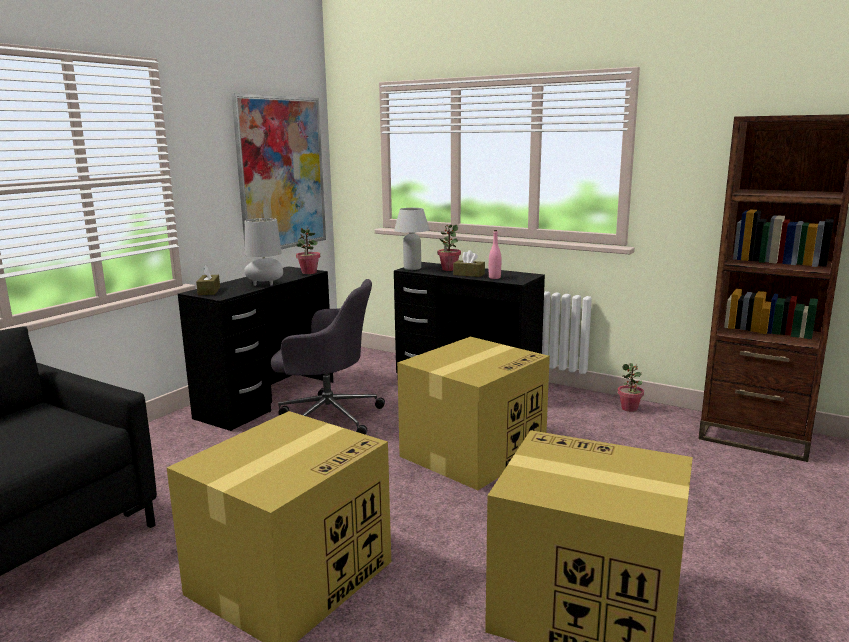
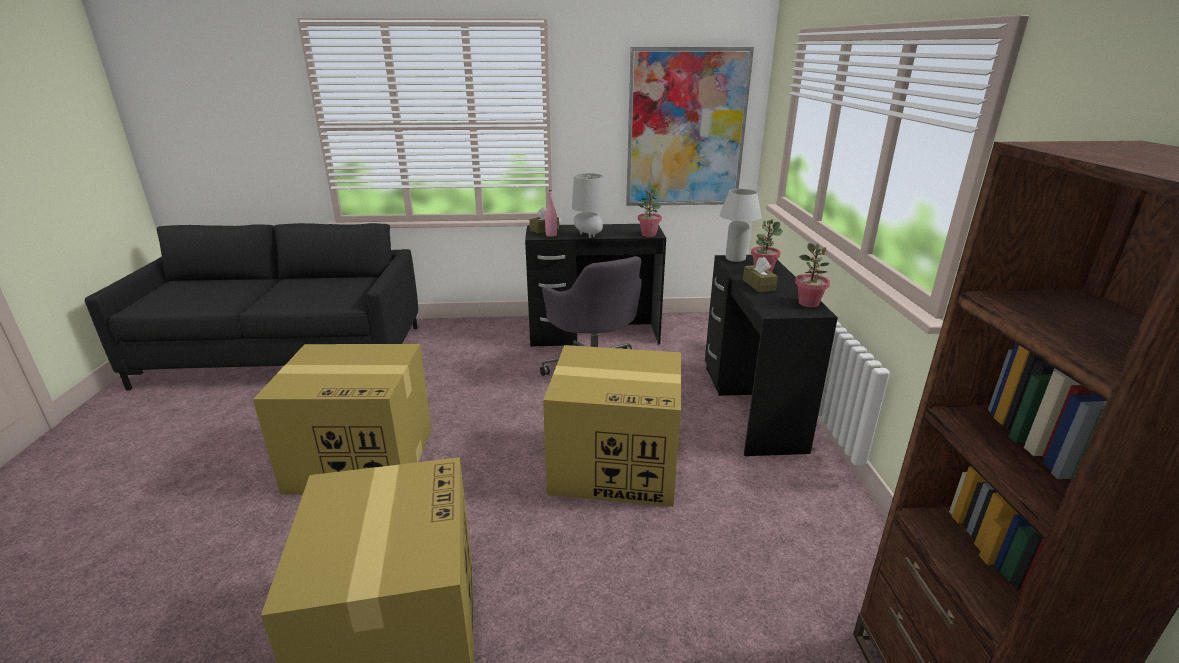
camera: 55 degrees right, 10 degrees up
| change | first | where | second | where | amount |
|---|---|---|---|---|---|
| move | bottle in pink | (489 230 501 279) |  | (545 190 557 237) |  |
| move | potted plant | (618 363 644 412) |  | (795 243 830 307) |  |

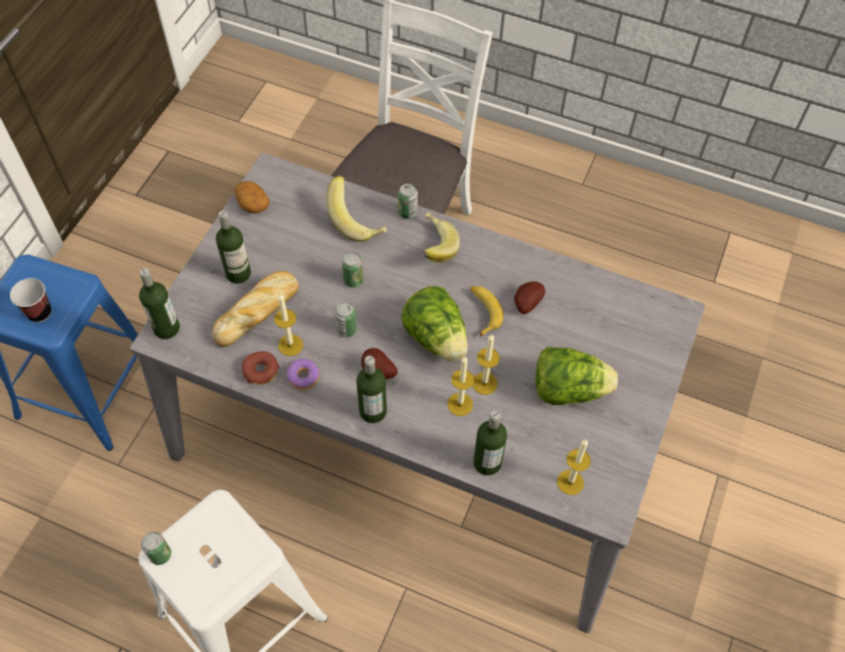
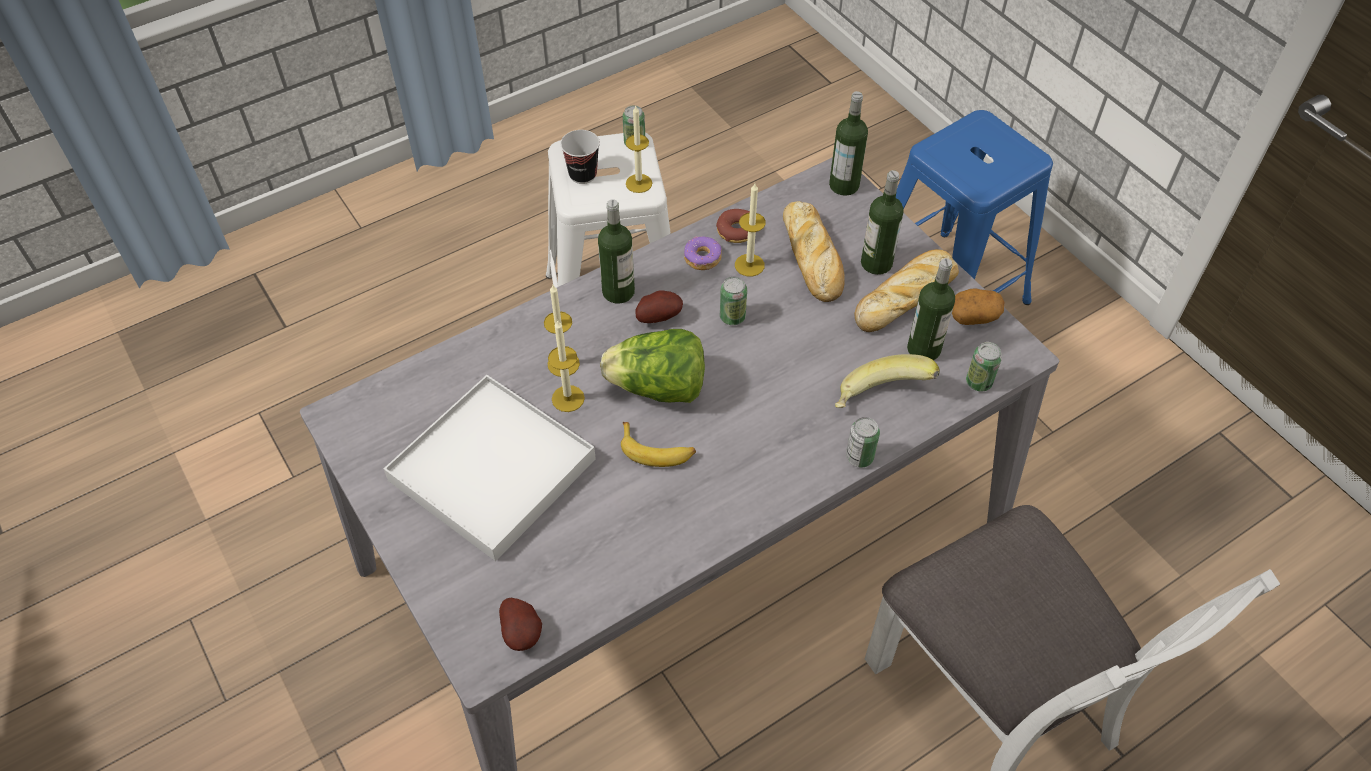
camera: 125 degrees right, 5 degrees down
| change | first | where | second | where | amount |
|---|---|---|---|---|---|
| delete | banana | (423 212 460 262) |  |  |  |
| insert |  |  | bread | (855 249 959 332) |  |
| move | cup | (10 278 51 322) |  | (560 130 600 184) |  |
| move | can | (342 252 363 288) |  | (966 342 1002 391) |  |
| move | bottle | (473 411 507 475) |  | (907 258 955 360) |  |
| move | potato | (514 281 545 314) |  | (499 598 542 651) |  |
| move | candle | (557 440 591 495) |  | (625 106 652 193) |  |
| replace | lettuce | (536 347 618 405) | tray in white | (384 375 596 561) |  |

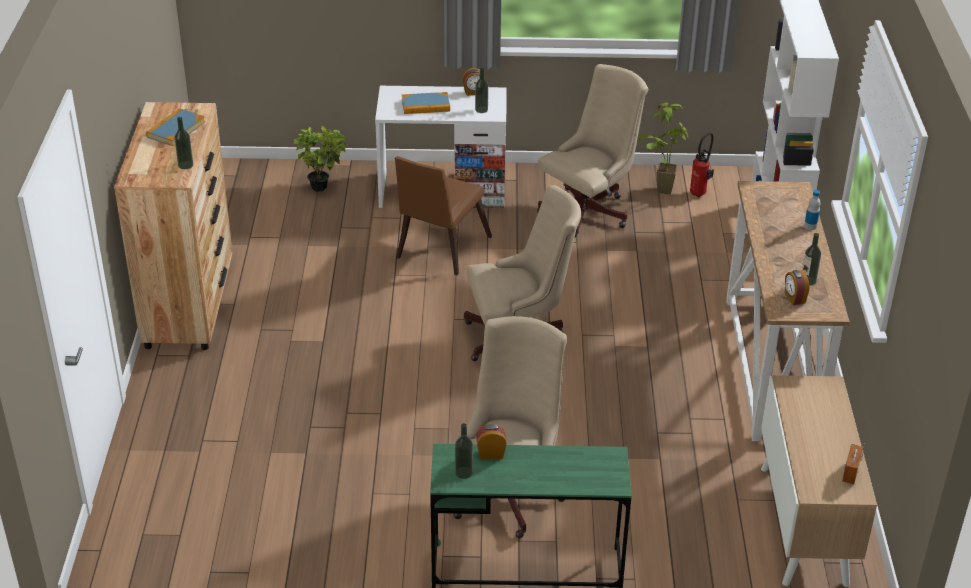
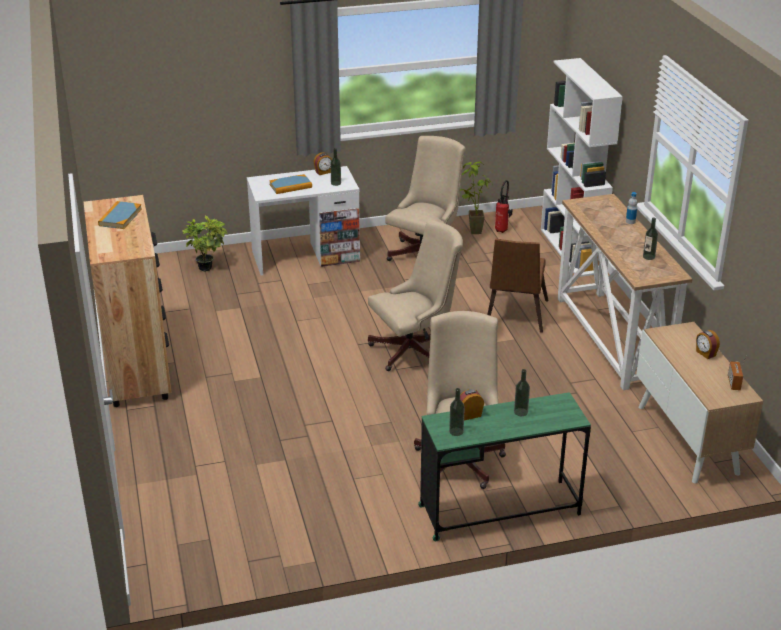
camera: 15 degrees left, 5 degrees down
| change | first | where | second | where | amount |
|---|---|---|---|---|---|
| move | bottle | (174 117 193 169) |  | (514 369 530 416) |  |
| move | chair in brown | (395 156 492 275) |  | (487 239 548 333) |  |
| move | alarm clock | (785 270 809 305) |  | (696 330 720 359) |  |

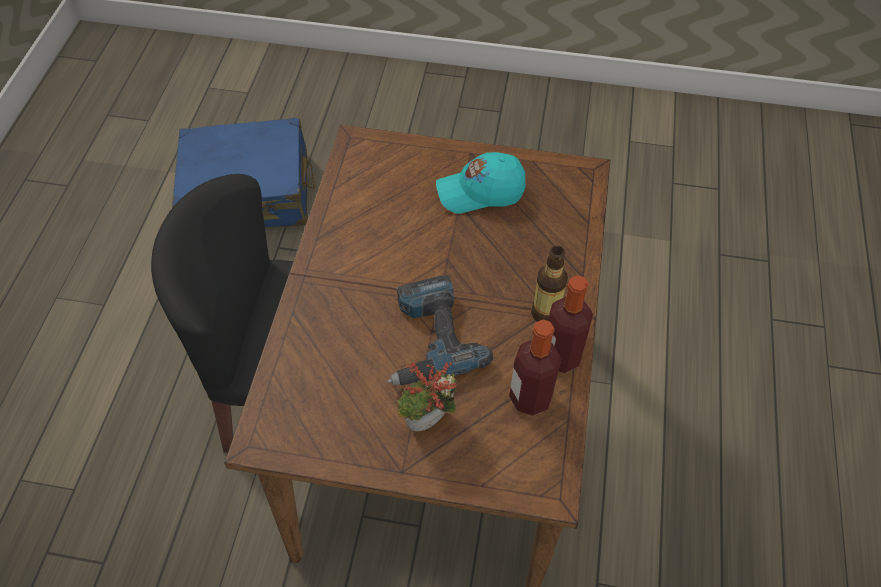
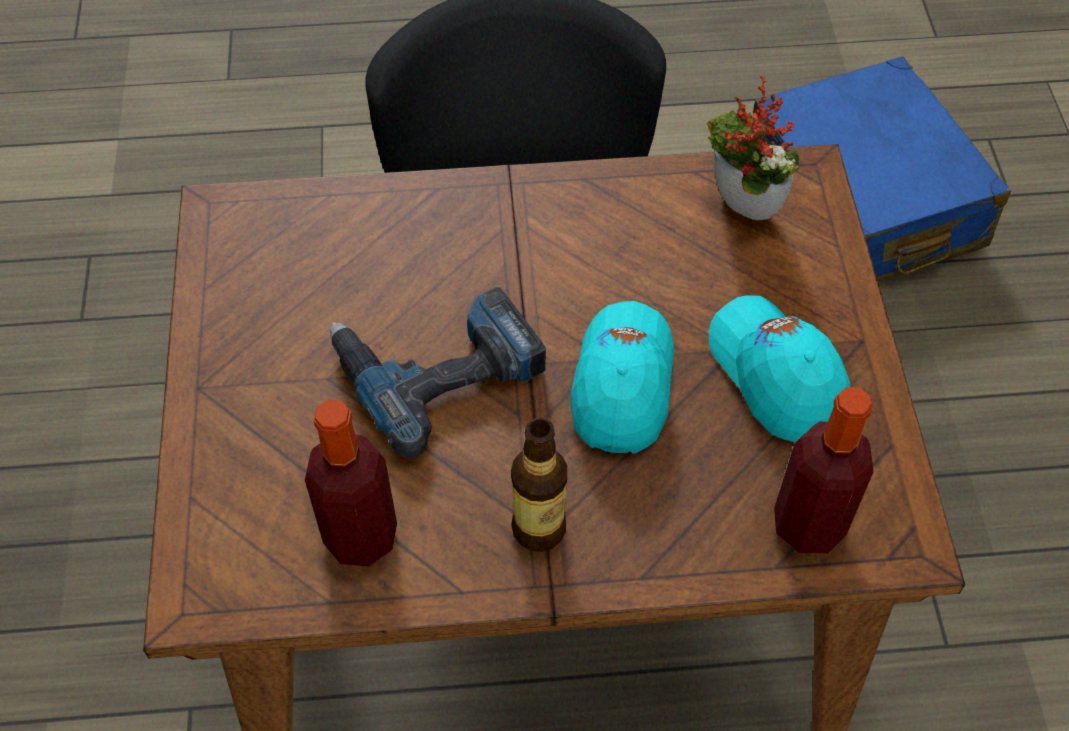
camera: 75 degrees right, 0 degrees up
| change | first | where | second | where | amount |
|---|---|---|---|---|---|
| insert |  |  | cap in turquoise | (570 301 674 454) |  |
| move | potted plant | (397 362 457 432) |  | (707 75 800 220) |  |
| move | bottle | (548 275 593 373) |  | (774 387 874 554) |  |

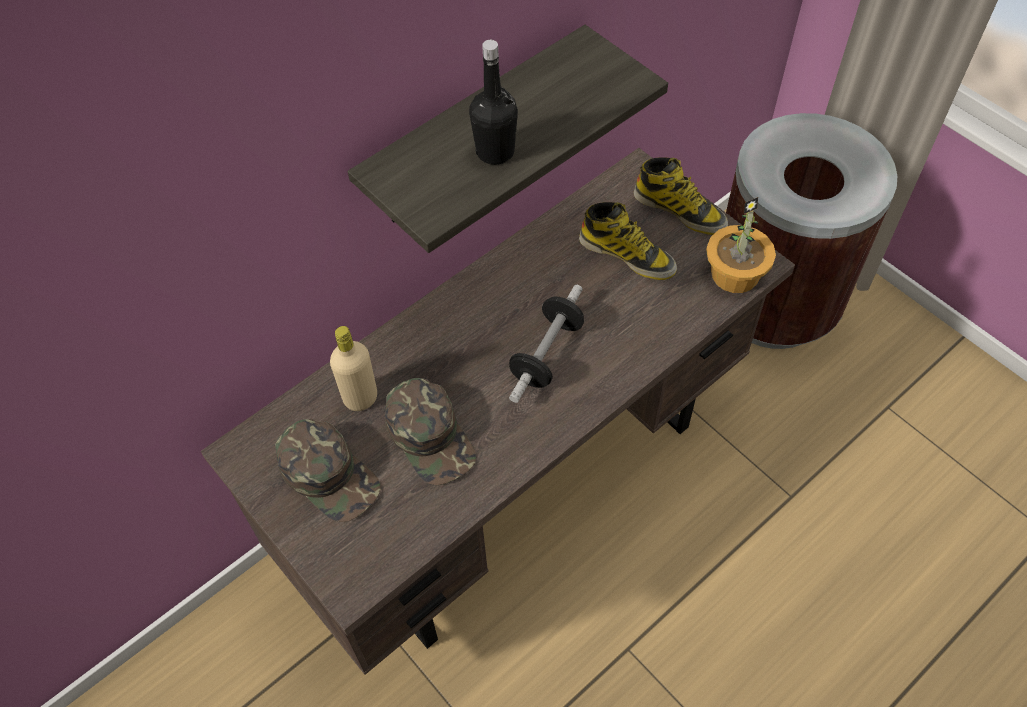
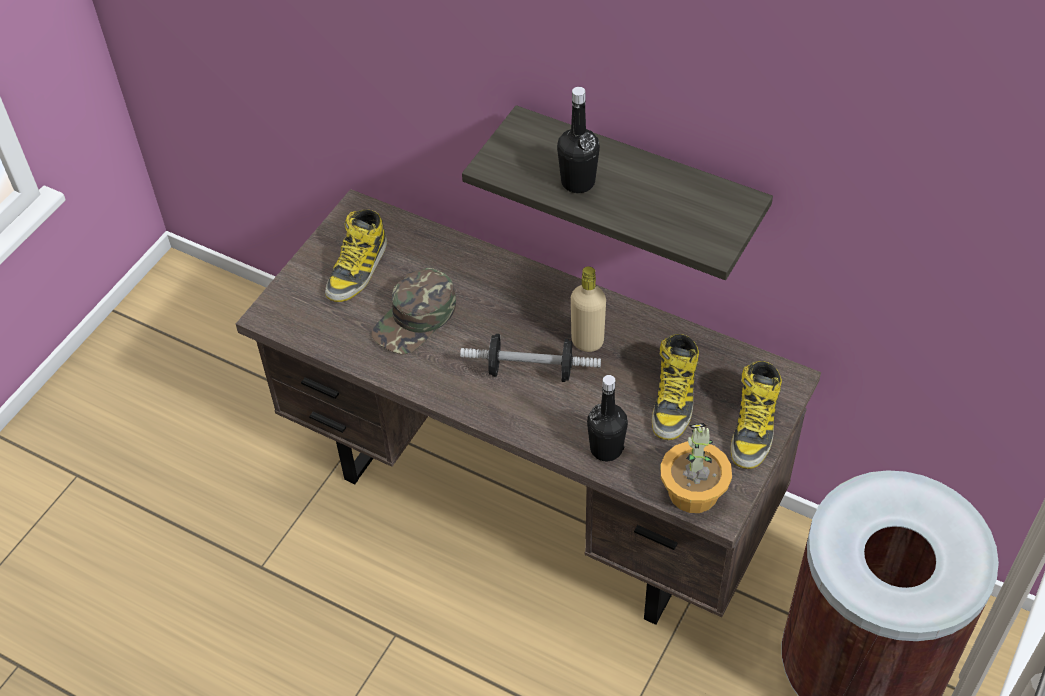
camera: 70 degrees right, 5 degrees down
| change | first | where | second | where | amount |
|---|---|---|---|---|---|
| insert |  |  | bottle in black | (587 375 628 462) |  |
| move | bottle in beige | (330 326 377 411) |  | (571 266 606 352) |  |
| replace | cap in green | (275 419 381 522) | boot | (325 209 388 302) |  |

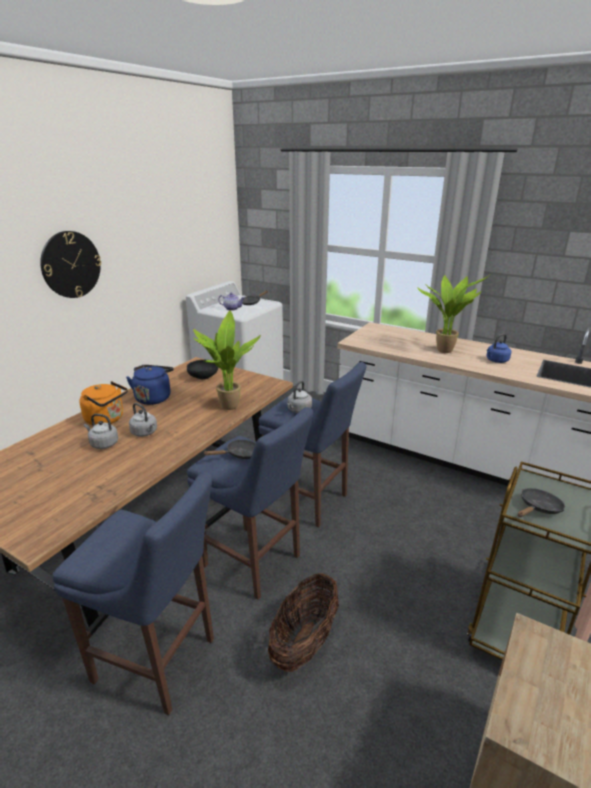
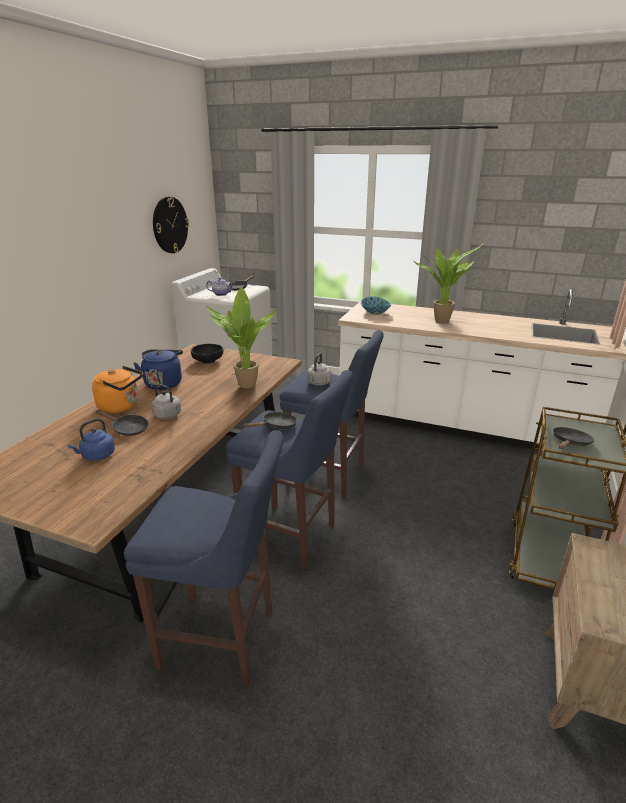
camera: 10 degrees left, 0 degrees up
| change | first | where | second | where | amount |
|---|---|---|---|---|---|
| delete | basket | (268 573 339 672) |  |  |  |
| insert |  |  | bowl | (361 296 392 315) |  |
| move | wall clock | (40 231 101 298) |  | (153 197 189 253) |  |
| move | kettle in blue | (486 334 511 363) |  | (68 418 115 461) |  |
| replace | kettle in grey | (84 414 118 449) | frying pan in black | (95 410 148 436) |  |

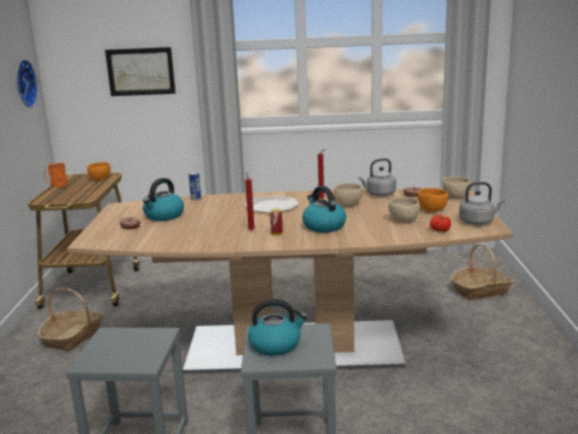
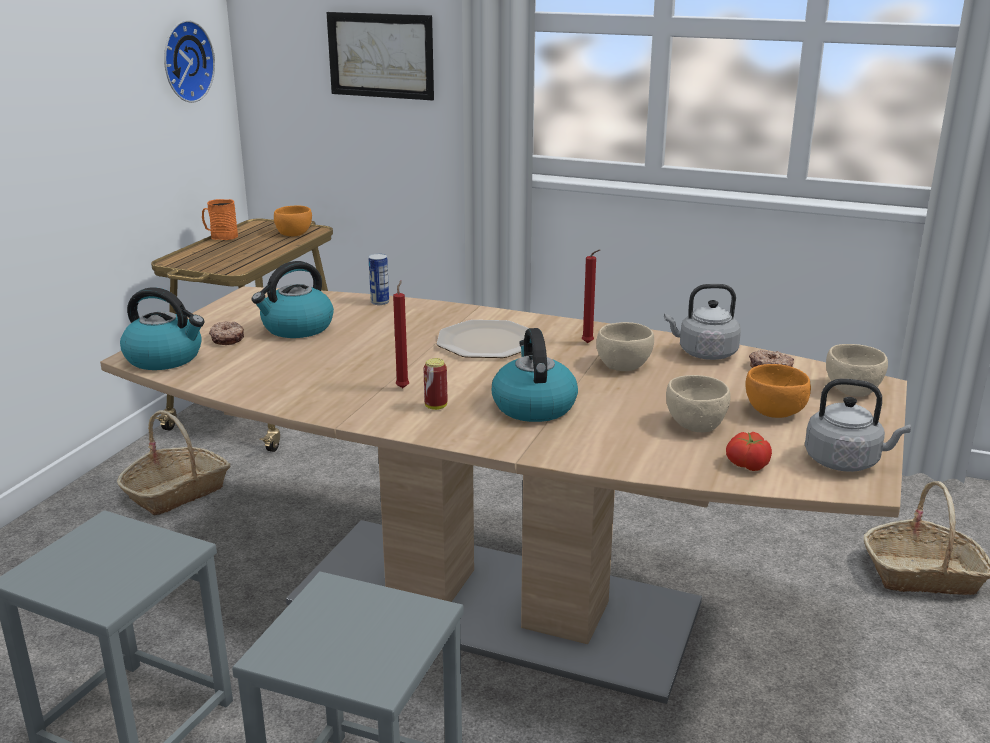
camera: 20 degrees right, 5 degrees up
| change | first | where | second | where | amount |
|---|---|---|---|---|---|
| move | kettle | (248 299 308 356) |  | (120 287 205 370) |  |

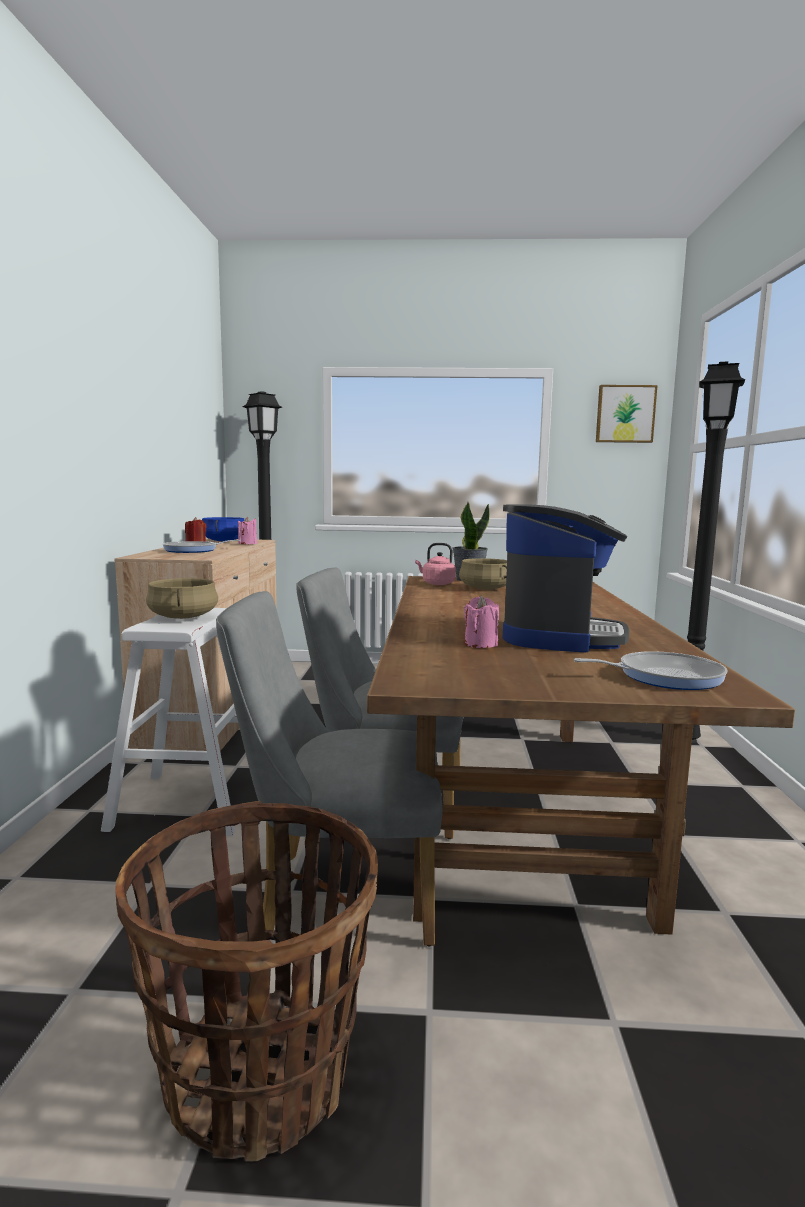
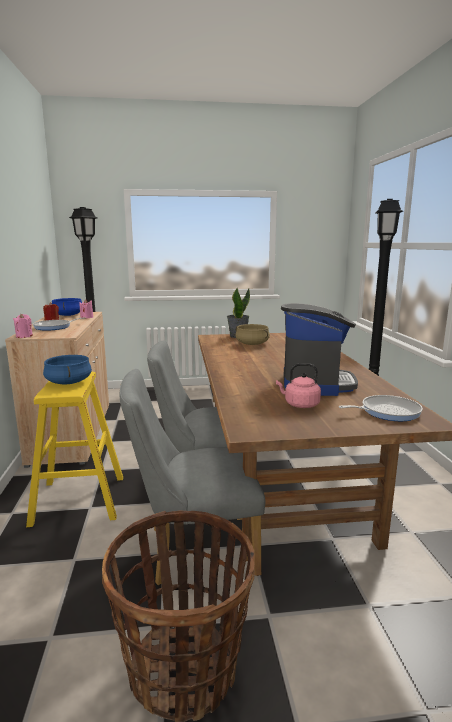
camera: 10 degrees left, 5 degrees up
| change | first | where | second | where | amount |
|---|---|---|---|---|---|
| delete | picture | (596 385 658 443) |  |  |  |
| move | kettle in pink | (415 543 456 585) |  | (276 363 321 408) |  |
| move | candle in pink | (464 595 499 648) |  | (13 314 33 338) |  |
| recolor | stool in white | (101 608 238 836) | stool in yellow | (26 372 123 527) |  |
| recolor | cooking pot in beige | (146 578 218 619) | cooking pot in blue | (43 355 92 384) |  |

